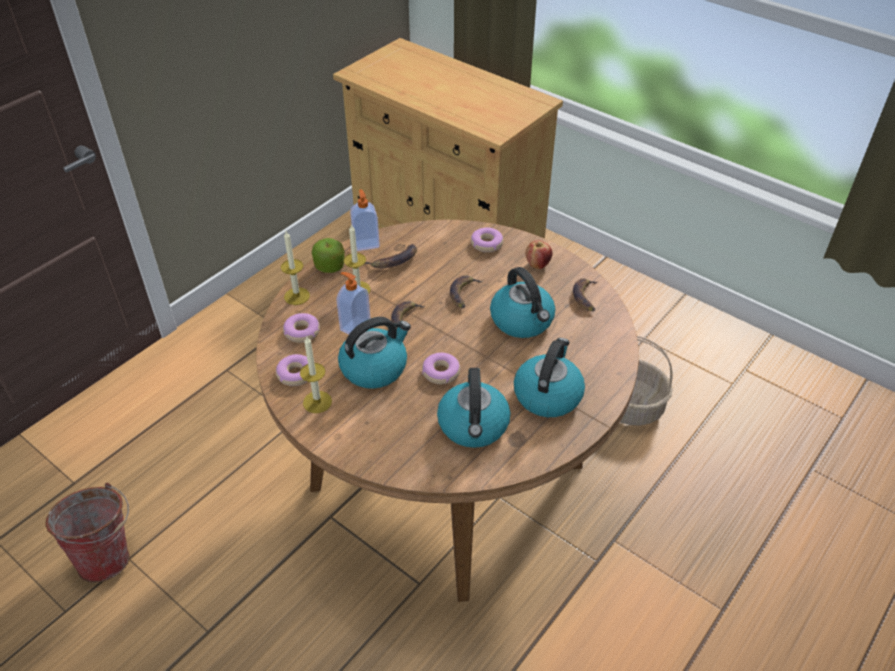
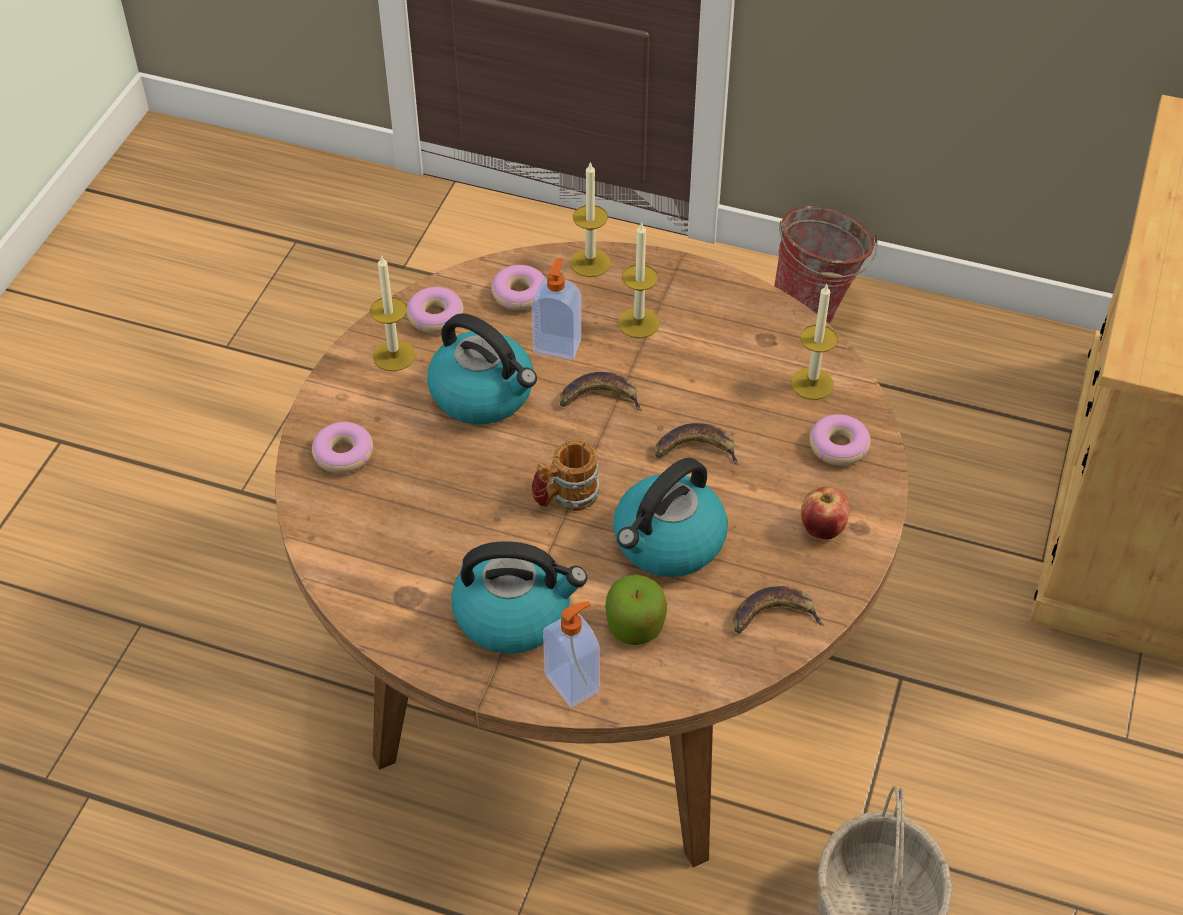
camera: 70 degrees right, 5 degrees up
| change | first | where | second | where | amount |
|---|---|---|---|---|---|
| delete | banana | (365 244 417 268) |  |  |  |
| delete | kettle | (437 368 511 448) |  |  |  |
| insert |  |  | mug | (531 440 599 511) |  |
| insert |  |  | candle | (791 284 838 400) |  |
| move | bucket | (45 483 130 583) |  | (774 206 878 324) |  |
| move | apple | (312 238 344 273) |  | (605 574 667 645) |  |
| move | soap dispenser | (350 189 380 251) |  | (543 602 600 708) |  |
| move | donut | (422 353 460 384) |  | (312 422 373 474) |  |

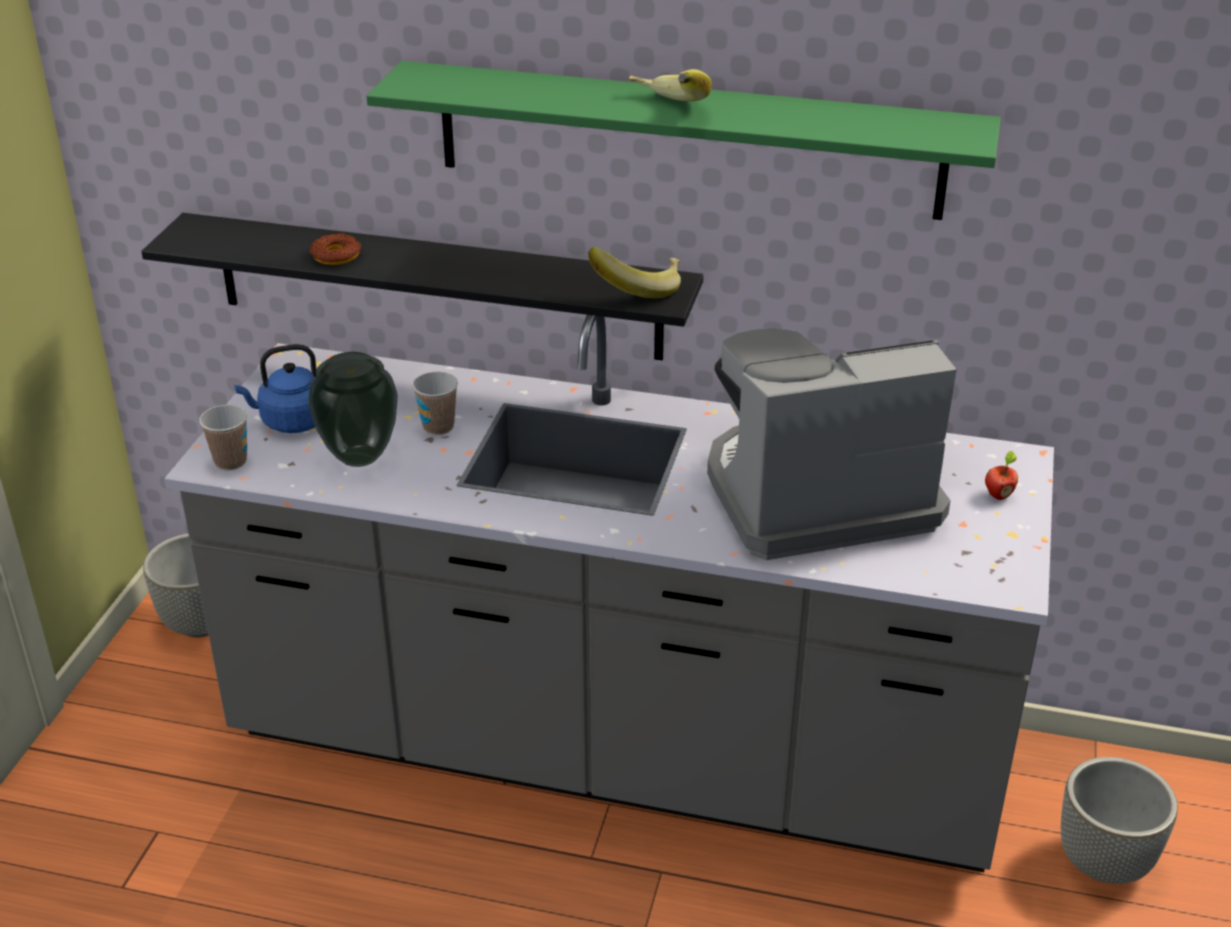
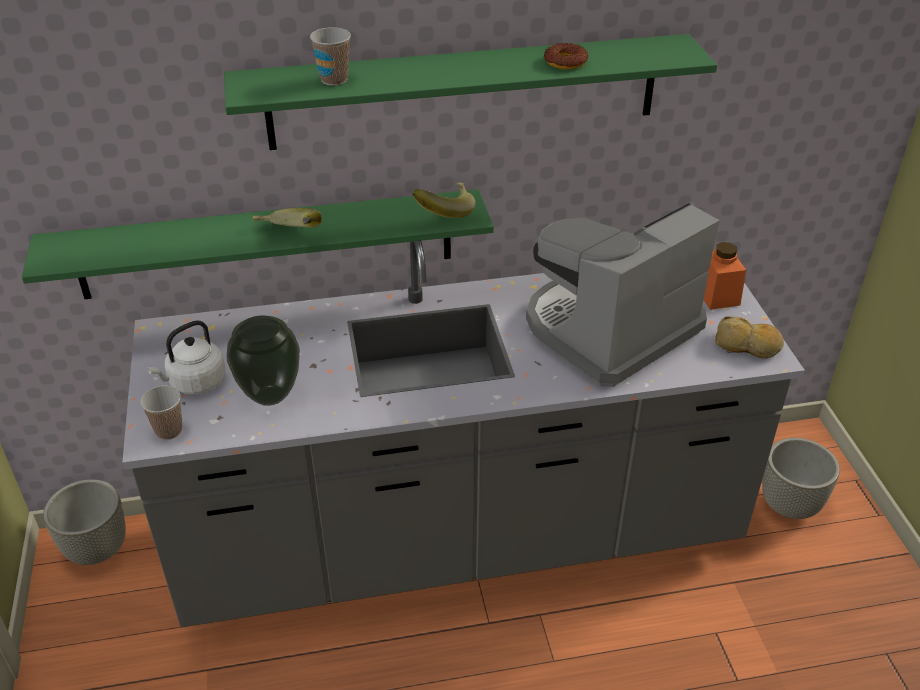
camera: 25 degrees left, 5 degrees up
| change | first | where | second | where | amount |
|---|---|---|---|---|---|
| insert |  |  | bread | (715 316 784 359) |  |
| move | donut | (309 233 361 265) |  | (544 43 588 69) |  |
| move | cup | (412 372 458 435) |  | (310 27 351 86) |  |
| move | banana | (629 69 712 101) |  | (252 208 322 228) |  |
| replace | apple | (985 451 1018 500) | jar in orange | (704 242 746 310) |  |
| recolor | shelf in black | (141 213 703 360) | shelf in green | (22 189 494 299) |  |
| recolor | kettle in blue | (234 344 316 433) | kettle in white | (147 320 226 394) |  |

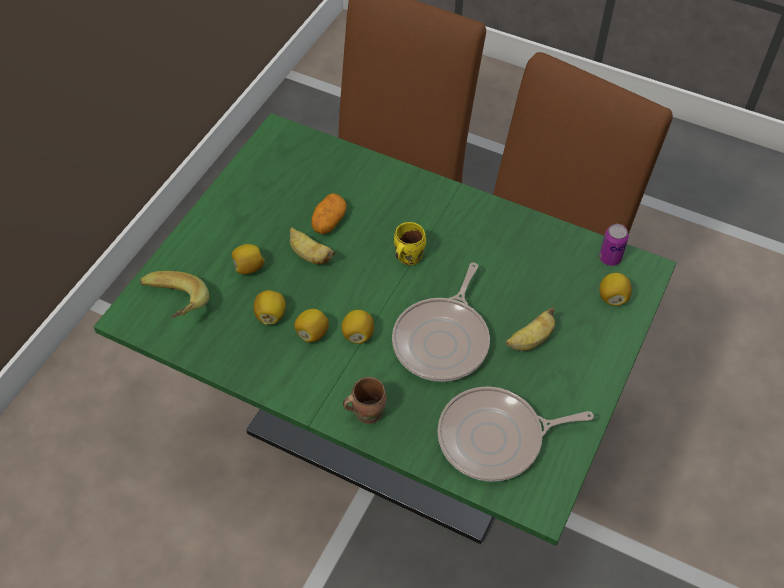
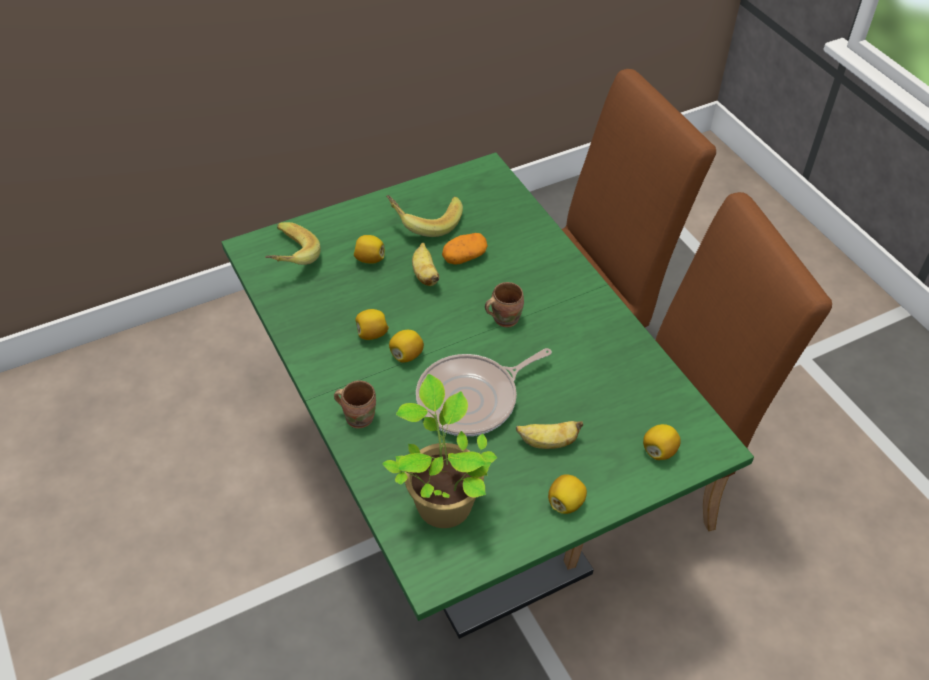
camera: 35 degrees right, 5 degrees down
| change | first | where | second | where | amount |
|---|---|---|---|---|---|
| delete | can | (599 224 629 266) |  |  |  |
| insert |  |  | banana | (386 195 463 237) |  |
| move | lemon | (254 290 286 325) |  | (548 474 587 514) |  |
| replace | frying pan | (437 386 594 482) | potted plant | (382 374 497 528) |  |
| recolor | mug in yellow | (394 222 426 265) | mug in brown | (485 282 524 328) |  |

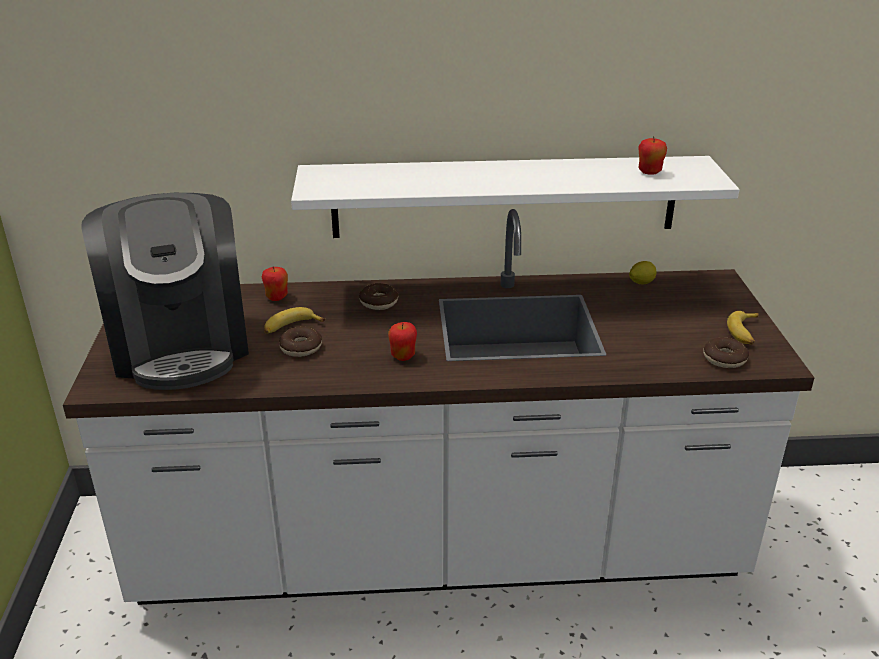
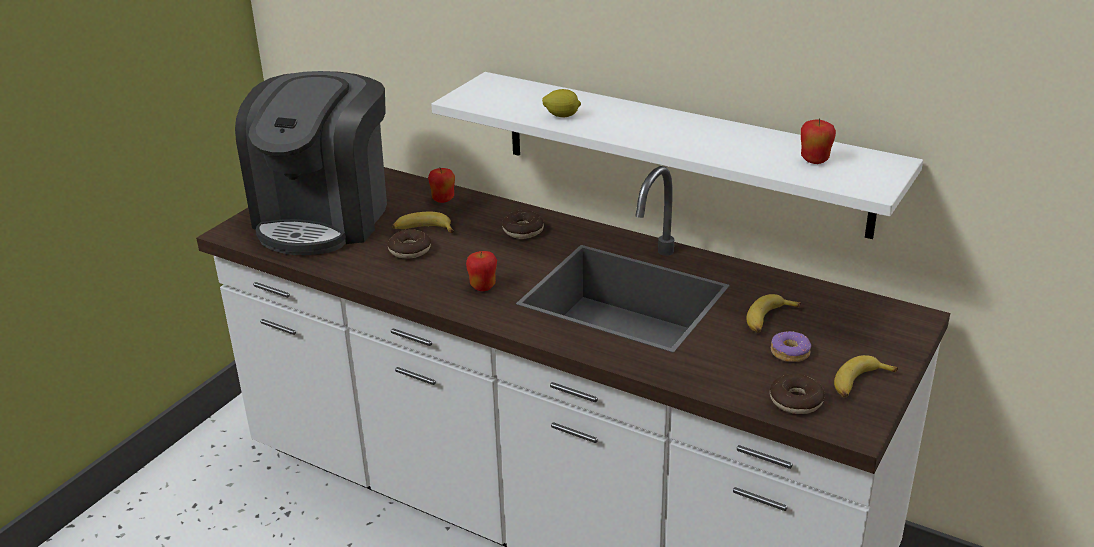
camera: 35 degrees right, 0 degrees up
| change | first | where | second | where | amount |
|---|---|---|---|---|---|
| insert |  |  | banana | (746 294 801 333) |  |
| insert |  |  | donut | (771 331 811 362) |  |
| move | lemon | (629 261 657 284) |  | (542 89 581 117) |  |

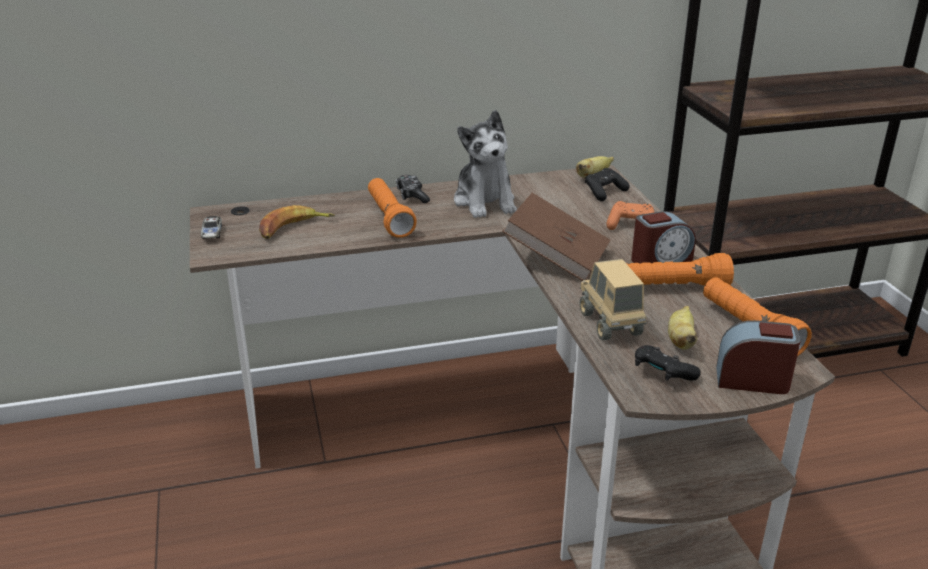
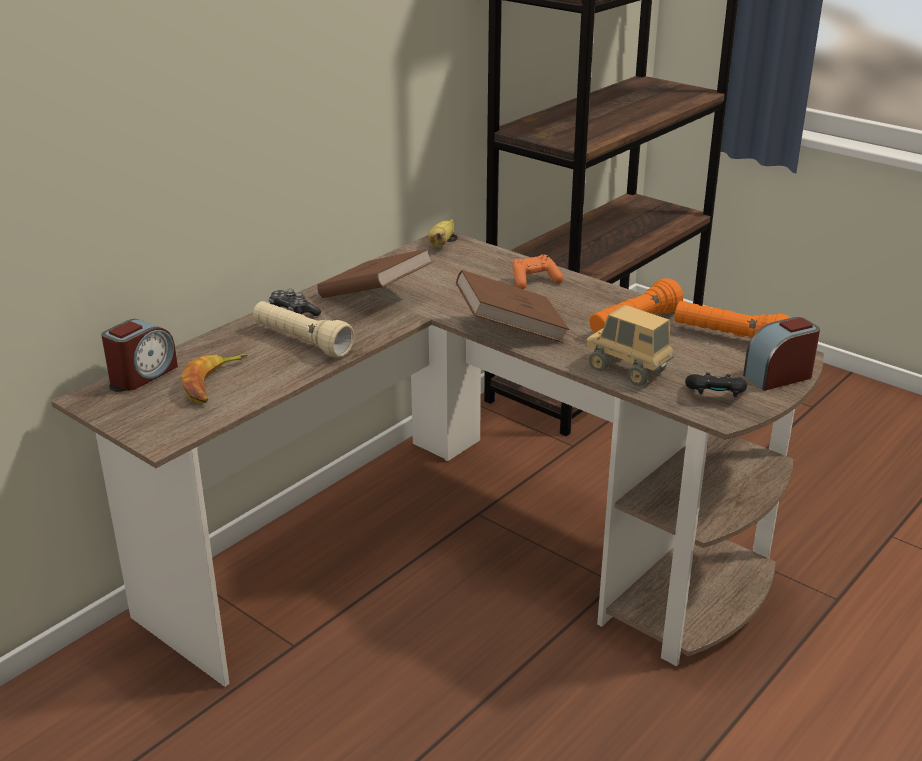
camera: 35 degrees left, 0 degrees up
| change | first | where | second | where | amount |
|---|---|---|---|---|---|
| delete | toy car | (201 216 222 239) |  |  |  |
| delete | game controller in black | (585 168 630 201) |  |  |  |
| delete | banana | (668 306 697 350) |  |  |  |
| move | alarm clock | (631 211 696 264) |  | (101 319 178 391) |  |
| replace | plush toy | (454 110 517 218) | book in brown | (317 248 433 298) |  |
| recolor | flashlight in orange | (368 178 417 237) | flashlight in beige | (253 301 355 358) |  |

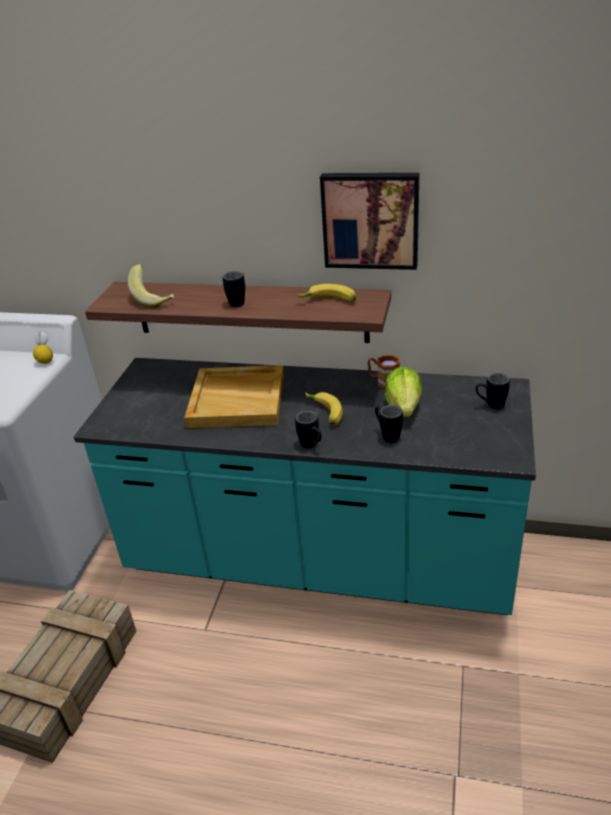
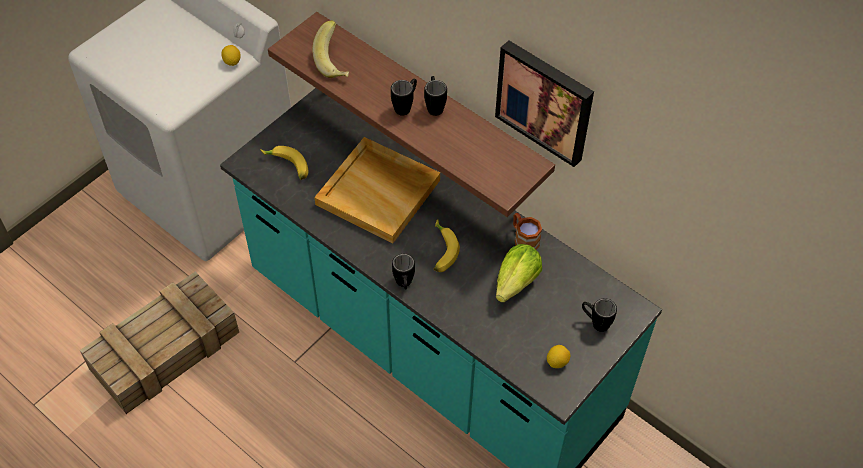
camera: 25 degrees right, 20 degrees up
| change | first | where | second | where | amount |
|---|---|---|---|---|---|
| insert |  |  | lemon | (547 345 570 368) |  |
| move | banana | (297 284 357 302) |  | (260 146 308 180) |  |
| move | mug in black | (375 405 403 443) |  | (424 76 447 116) |  |

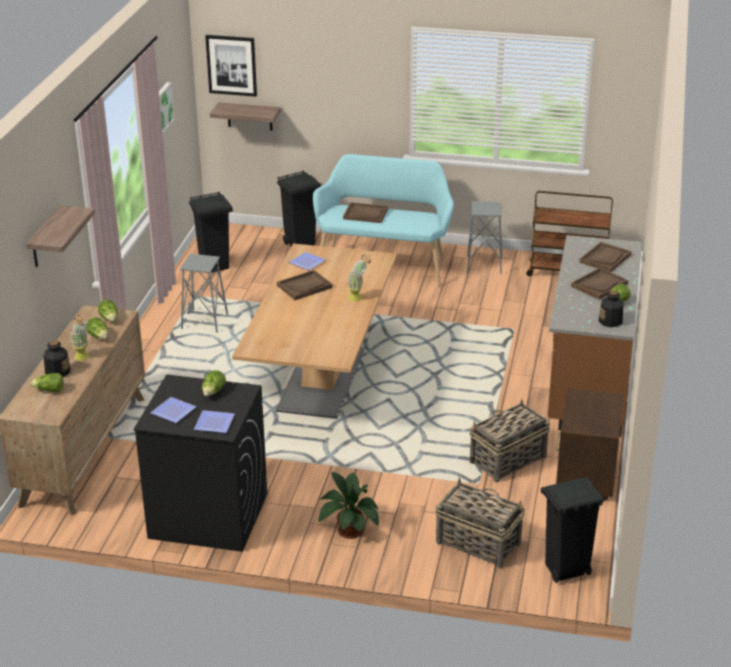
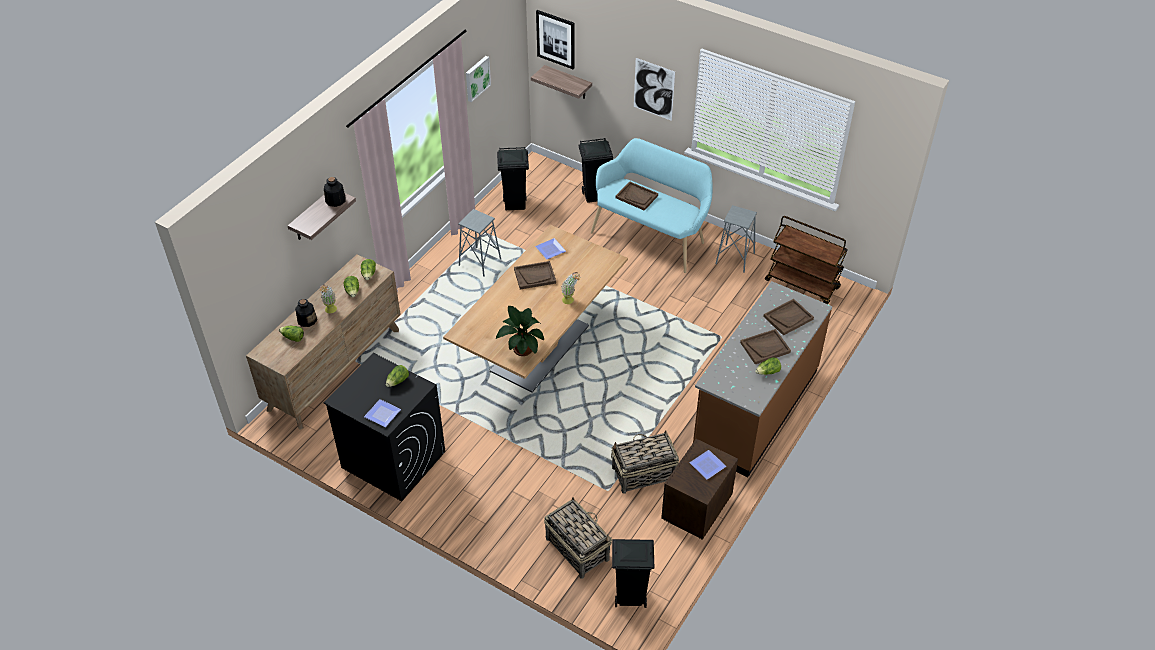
camera: 20 degrees right, 15 degrees up
| change | first | where | second | where | amount |
|---|---|---|---|---|---|
| insert |  |  | picture | (634 58 675 121) |  |
| move | plate | (150 397 197 423) |  | (690 450 726 479) |  |
| move | potted plant | (318 472 379 539) |  | (496 306 544 356) |  |
| move | bottle | (599 290 624 327) |  | (324 177 346 207) |  |

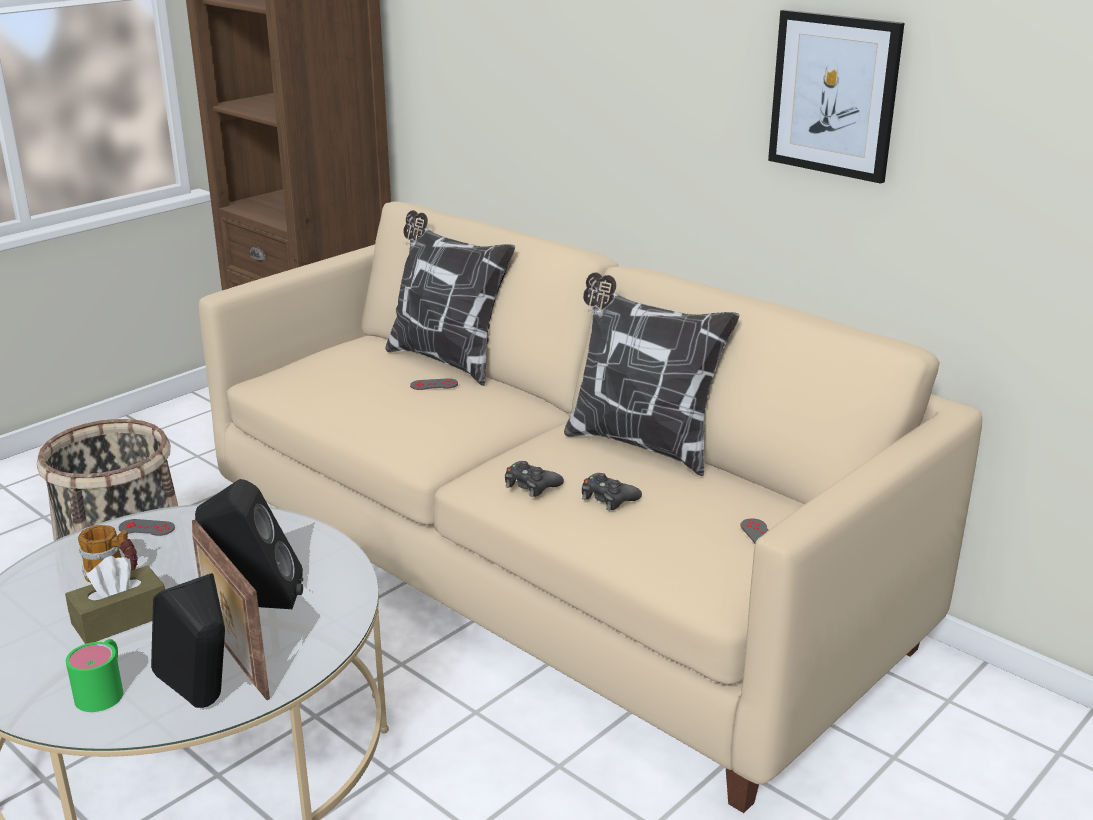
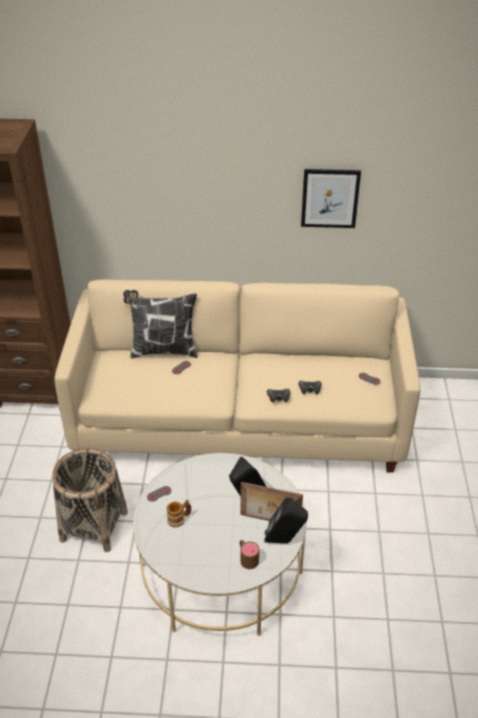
camera: 40 degrees left, 15 degrees up
| change | first | where | second | where | amount |
|---|---|---|---|---|---|
| delete | tissue box in brown | (65 556 165 644) |  |  |  |
| delete | pillow | (564 272 739 476) |  |  |  |
| recolor | mug in green | (66 639 123 712) | mug in brown | (240 540 259 569) |  |

